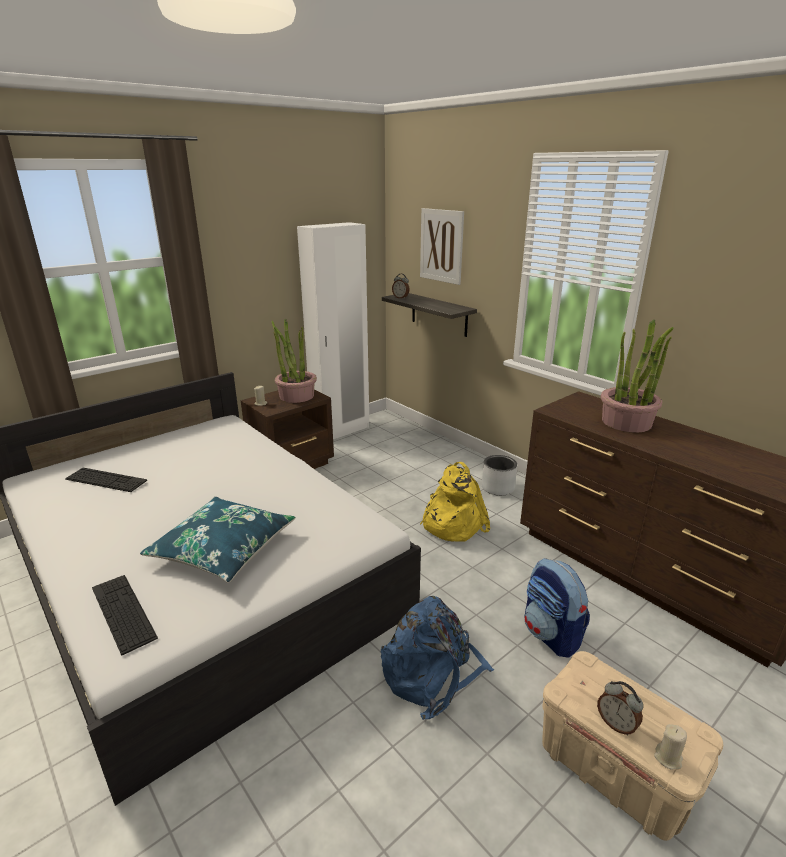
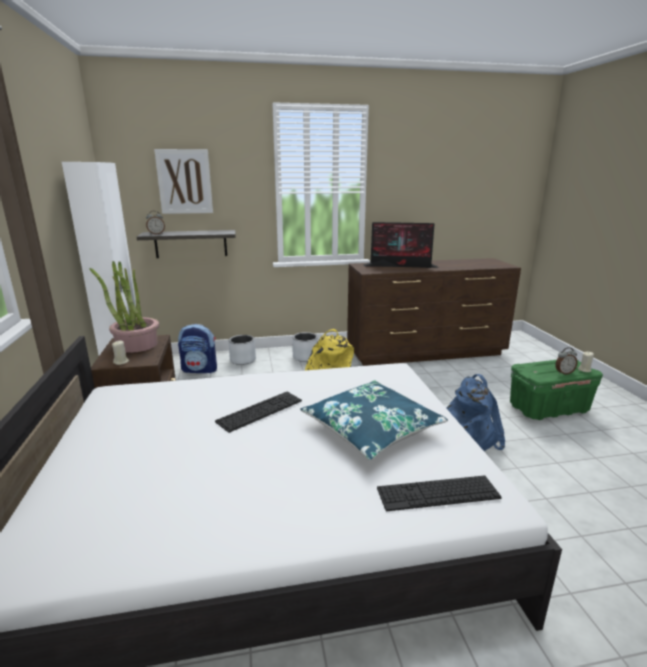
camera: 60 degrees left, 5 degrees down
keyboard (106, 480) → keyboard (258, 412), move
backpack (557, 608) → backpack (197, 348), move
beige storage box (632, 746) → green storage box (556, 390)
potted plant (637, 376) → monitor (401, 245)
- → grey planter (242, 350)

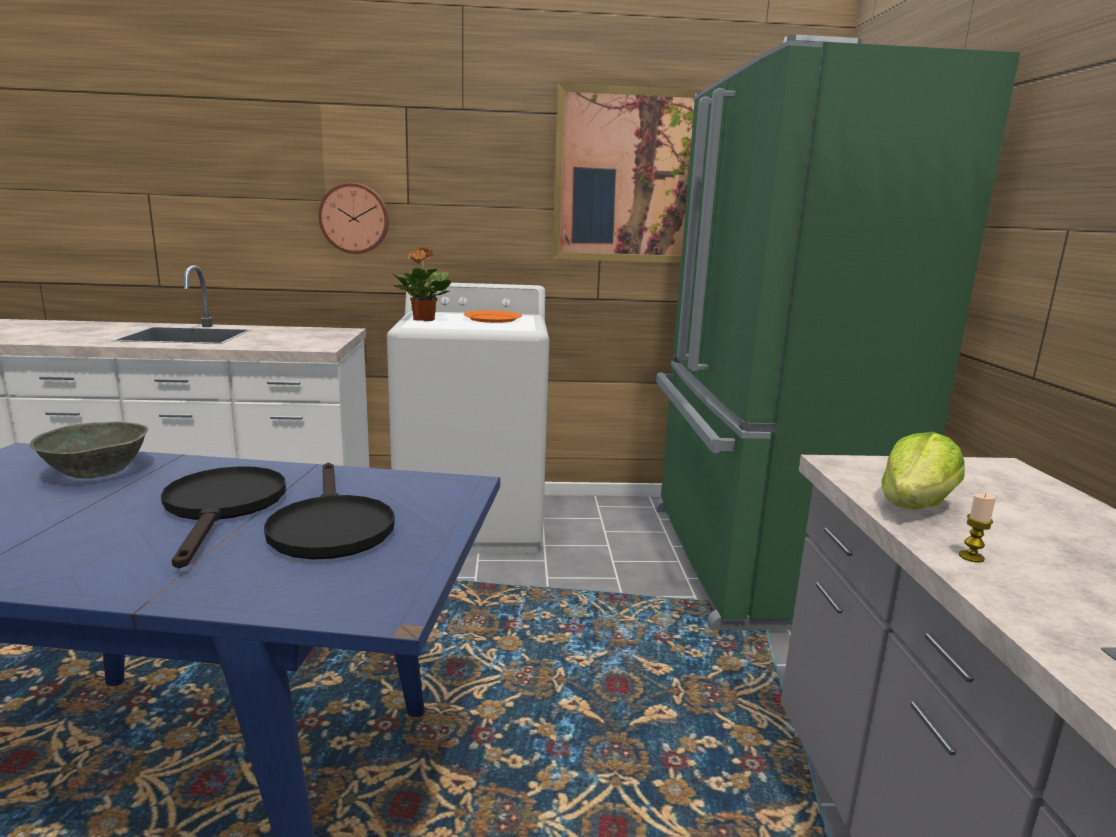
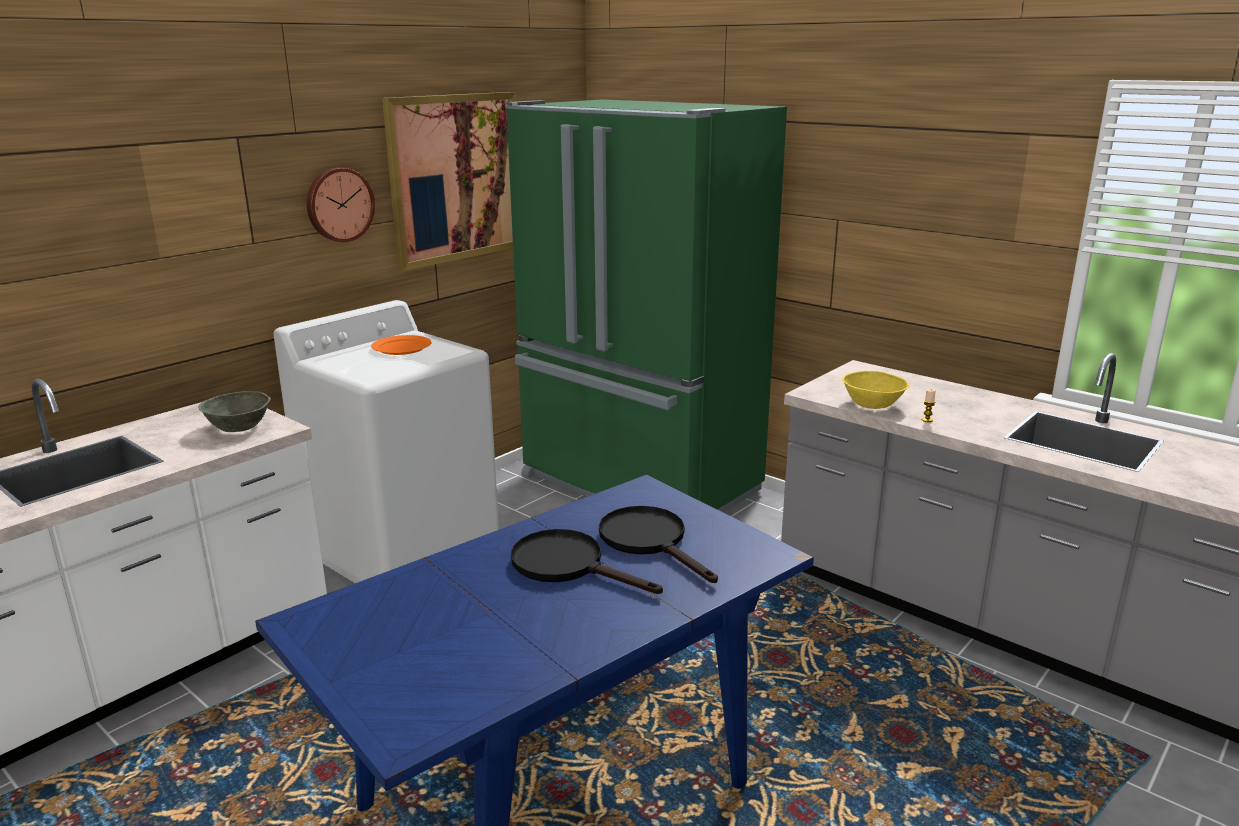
camera: 45 degrees left, 5 degrees up
grey bowl (89, 450) → grey bowl (234, 411), move
black frying pan (329, 511) → black frying pan (658, 544), 150 degrees counterclockwise
wall clock (353, 218) → wall clock (341, 204), move
potted plant (421, 284) → -
lettuce (922, 471) → yellow bowl (875, 390)

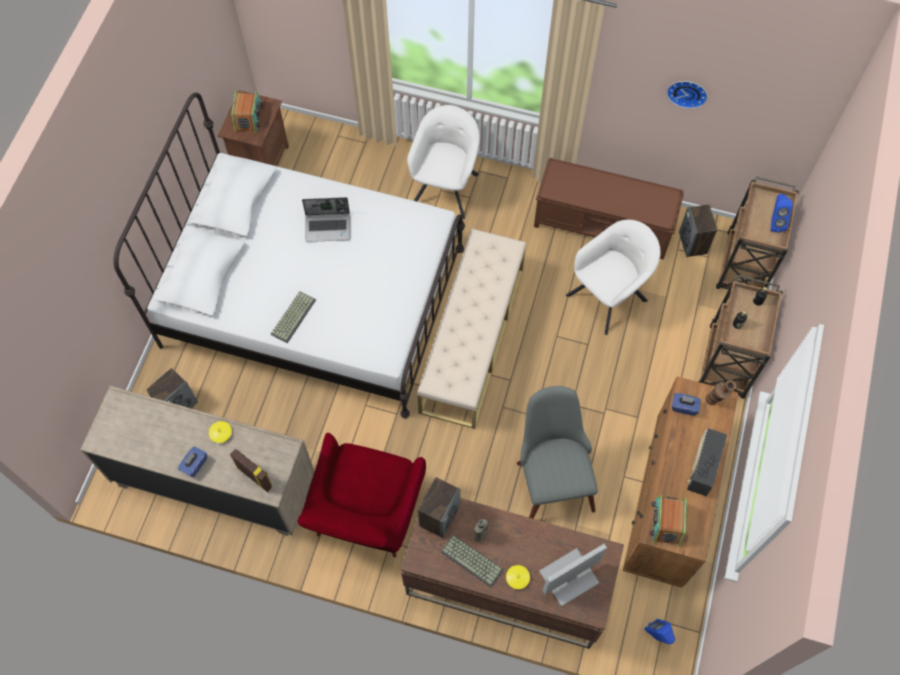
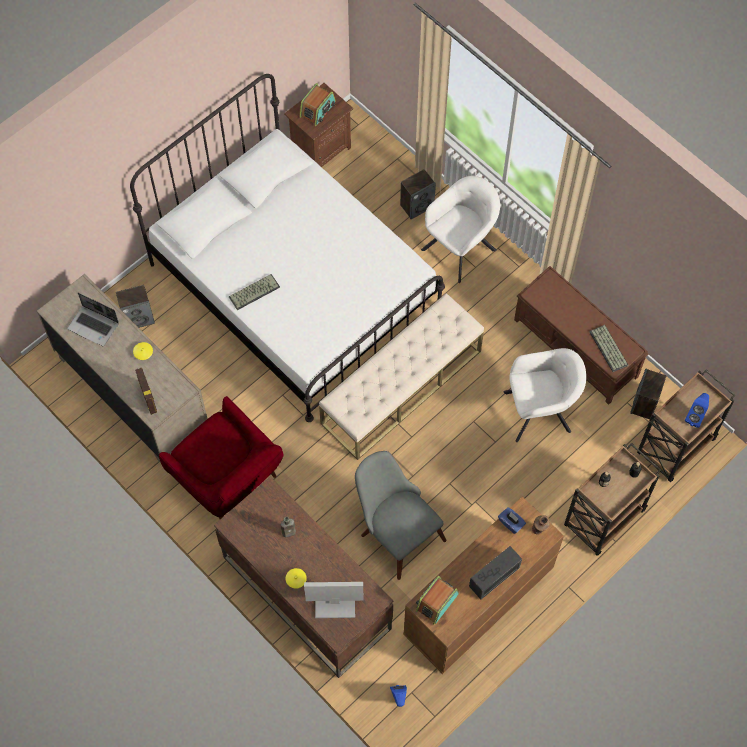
camera: 30 degrees right, 0 degrees up
blue tissue box (192, 462) → -
red armchair (362, 495) → red armchair (221, 457), 90 degrees counterclockwise
laptop (326, 219) → laptop (93, 319), move
speaker (439, 507) → speaker (418, 194), move
keyboard (472, 561) → keyboard (608, 348), move
grey chair (557, 452) → grey chair (400, 515), 60 degrees counterclockwise
wall clock (687, 94) → -

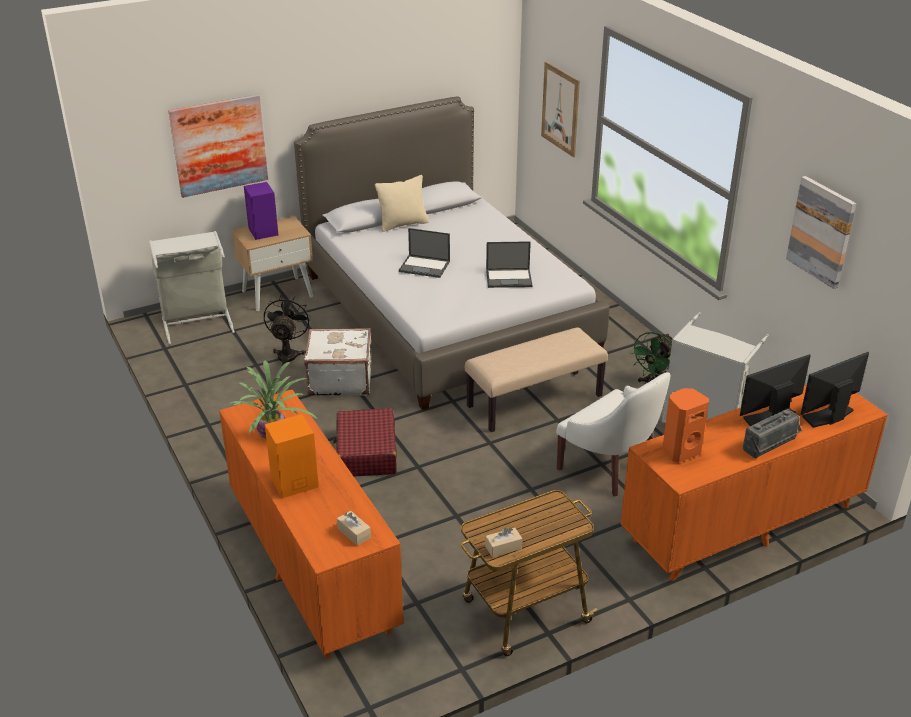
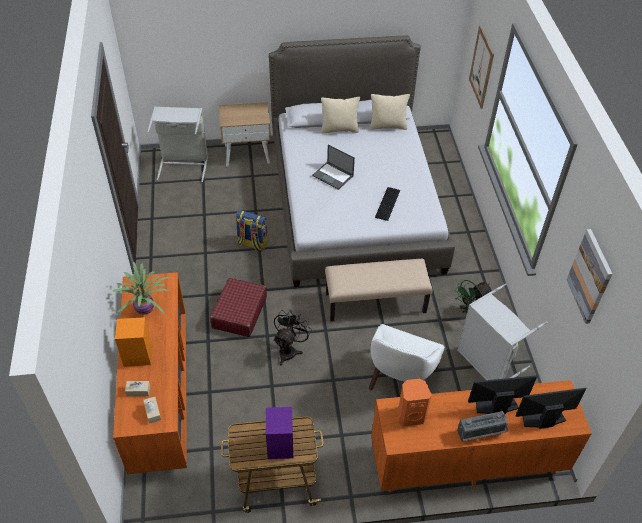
camera: 20 degrees right, 15 degrees up
picture (218, 146) → -
purple speaker (261, 211) → purple speaker (279, 433), move
black fan (287, 330) → black fan (292, 337), move
white suitcase (338, 362) → backpack (252, 230)
beige tissue box (503, 542) → beige tissue box (137, 388), move
laptop (509, 264) → keyboard (387, 204)
white armchair (613, 434) → white armchair (406, 357), 45 degrees clockwise
- → beige pillow (390, 112)

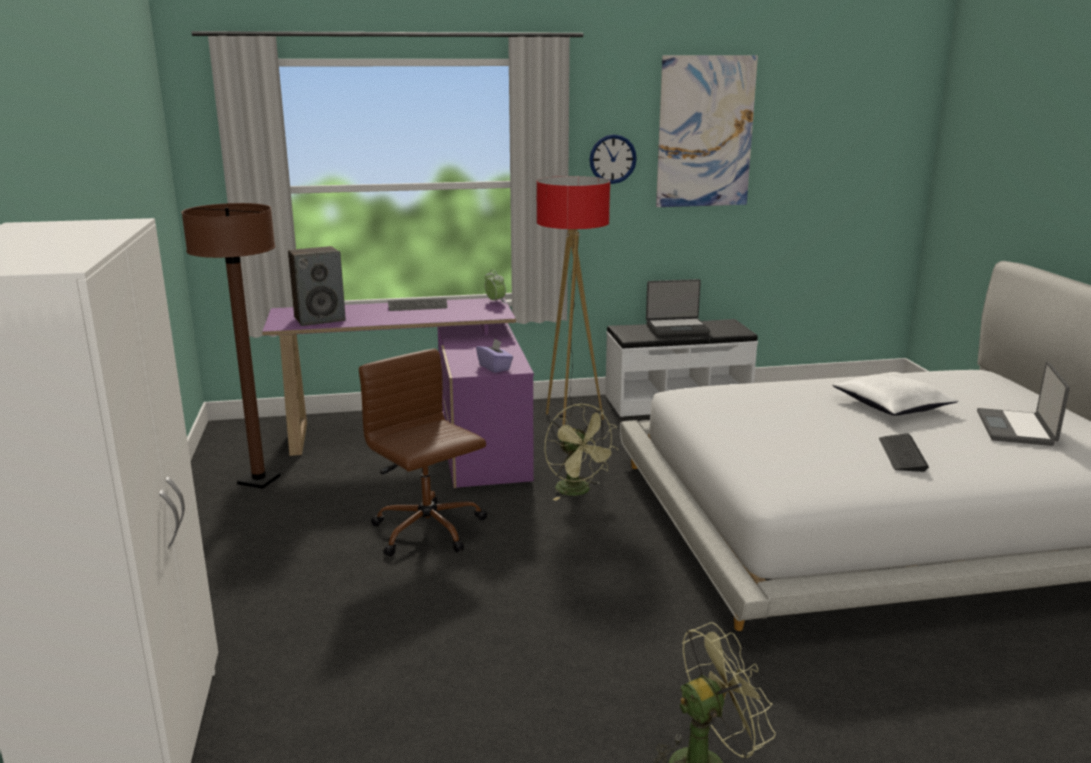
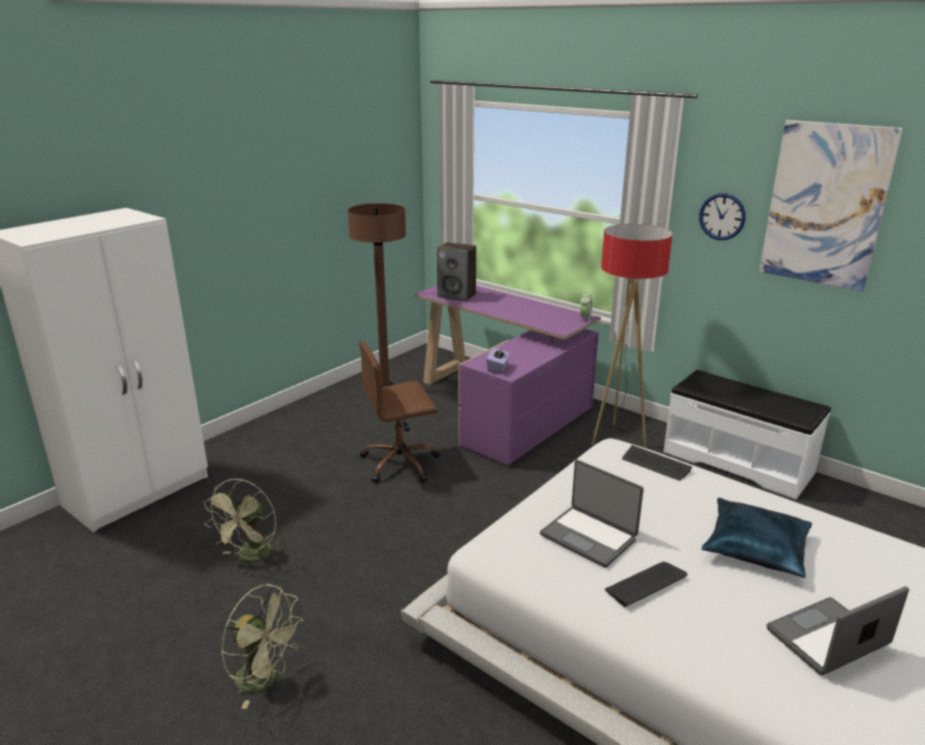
camera: 50 degrees right, 5 degrees up
brown office chair (423, 452) → brown office chair (399, 412), 120 degrees counterclockwise
keyboard (417, 304) → keyboard (657, 463), move
green fan (581, 452) → green fan (244, 520), move
laptop (678, 307) → laptop (592, 514), move
white pillow (895, 394) → blue pillow (756, 538)

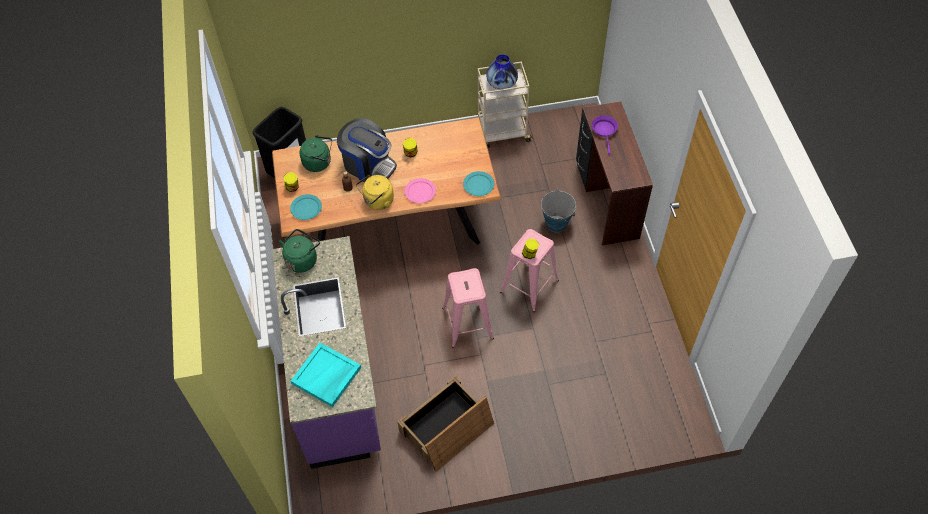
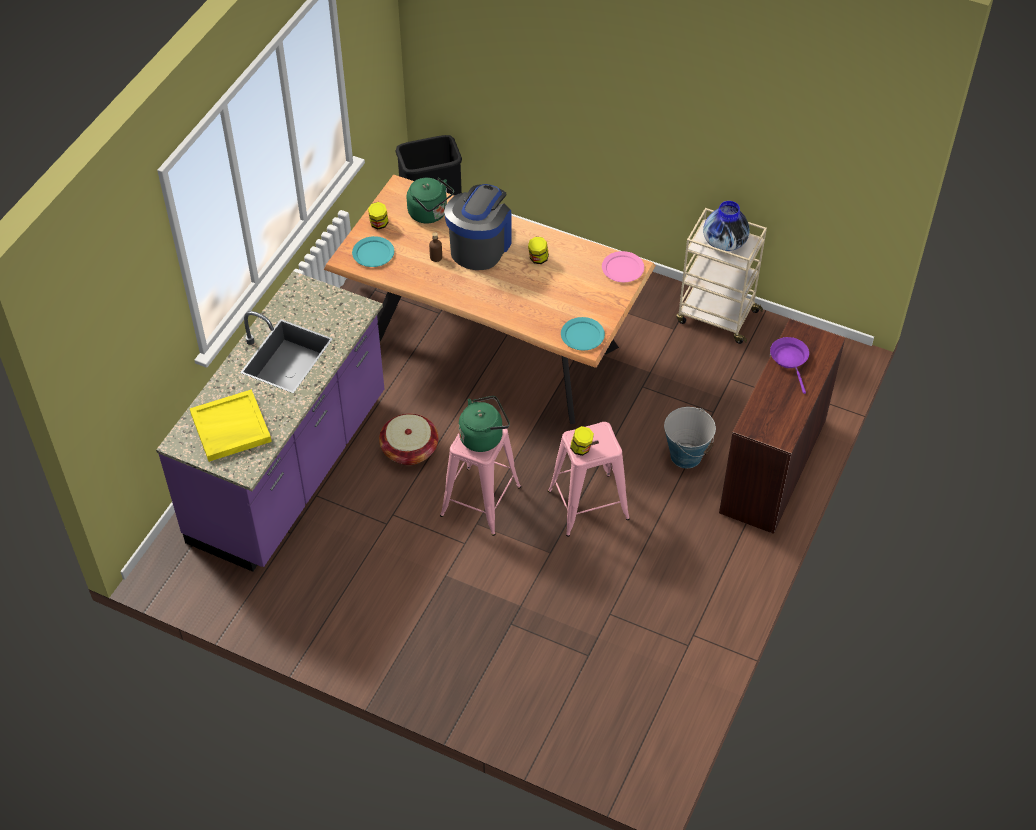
camera: 35 degrees right, 5 degrees down
green kettle (299, 251) → green kettle (484, 424), move
turquoise tray (326, 375) → yellow tray (231, 425)
coffee machine (367, 150) → coffee machine (478, 227), 135 degrees counterclockwise
yellow kettle (375, 192) → -
crate (446, 424) → -
pink plate (420, 190) → pink plate (623, 266), move
purple frying pan (605, 134) → purple frying pan (789, 365), 45 degrees counterclockwise
- → basket (408, 439)

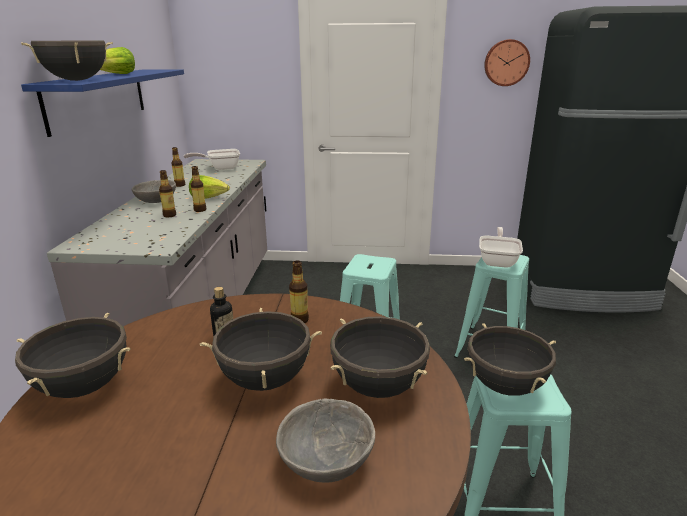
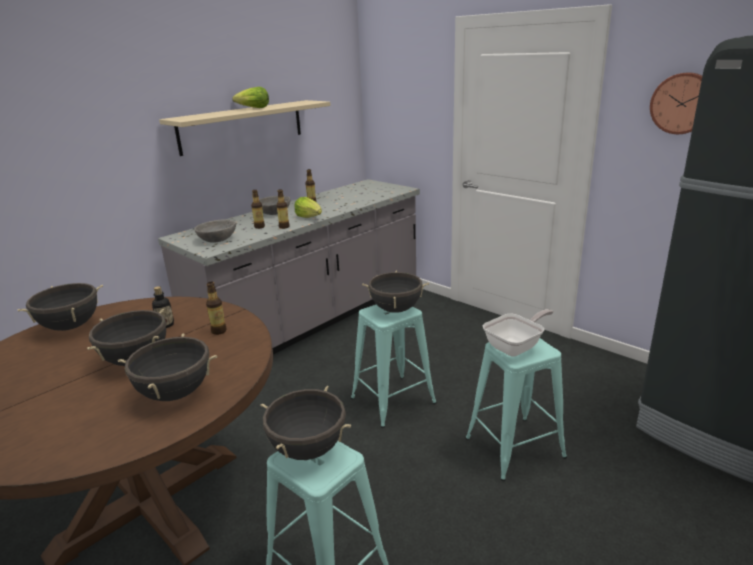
camera: 40 degrees right, 0 degrees up
black cooking pot (67, 60) → black cooking pot (395, 292), move
blue shelf (102, 103) → beige shelf (245, 128)
frying pan (212, 159) → -
grey bowl (325, 440) → grey bowl (215, 231), move

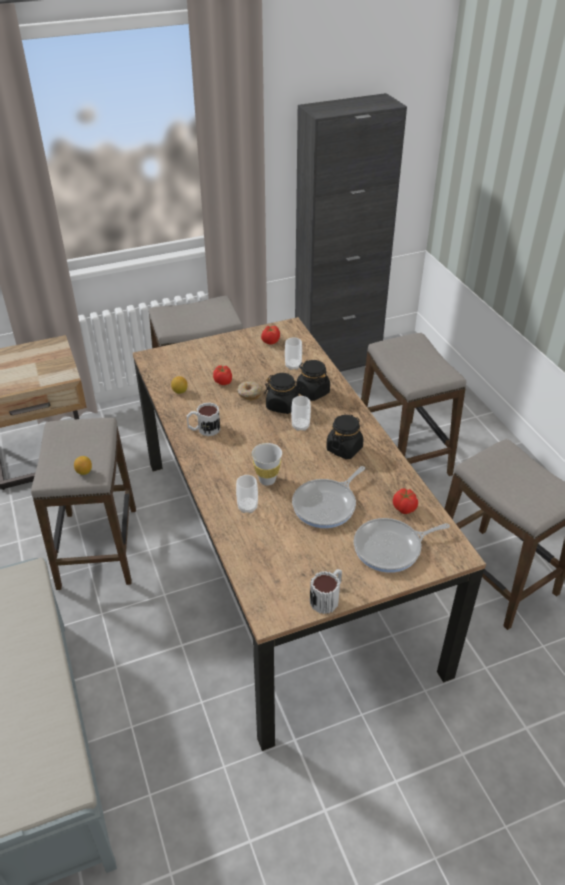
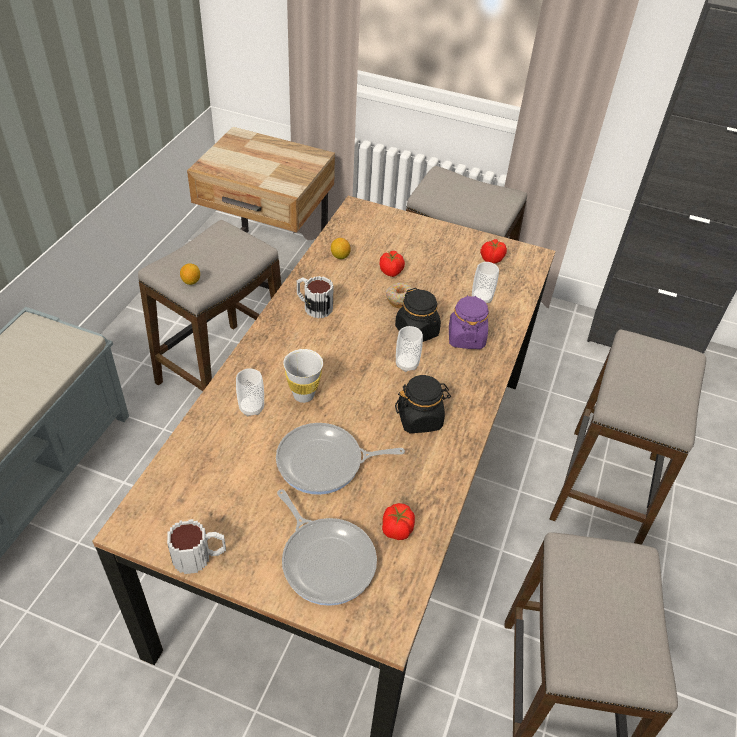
camera: 40 degrees right, 5 degrees up
black jar (313, 380) → purple jar (469, 322)
frying pan (401, 545) → frying pan (327, 547), 150 degrees counterclockwise

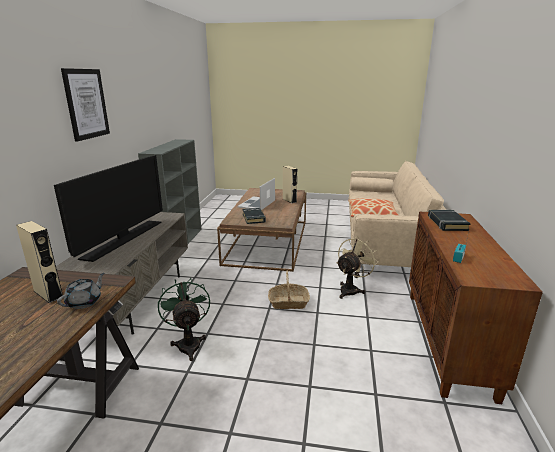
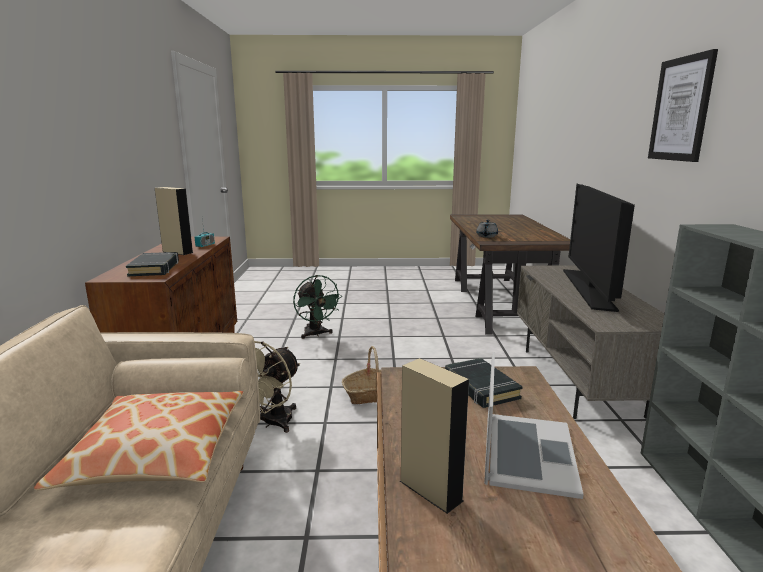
camera: 170 degrees right, 5 degrees down
beige speaker (39, 262) → beige speaker (174, 221), move
green fan (184, 319) → green fan (317, 307), move

